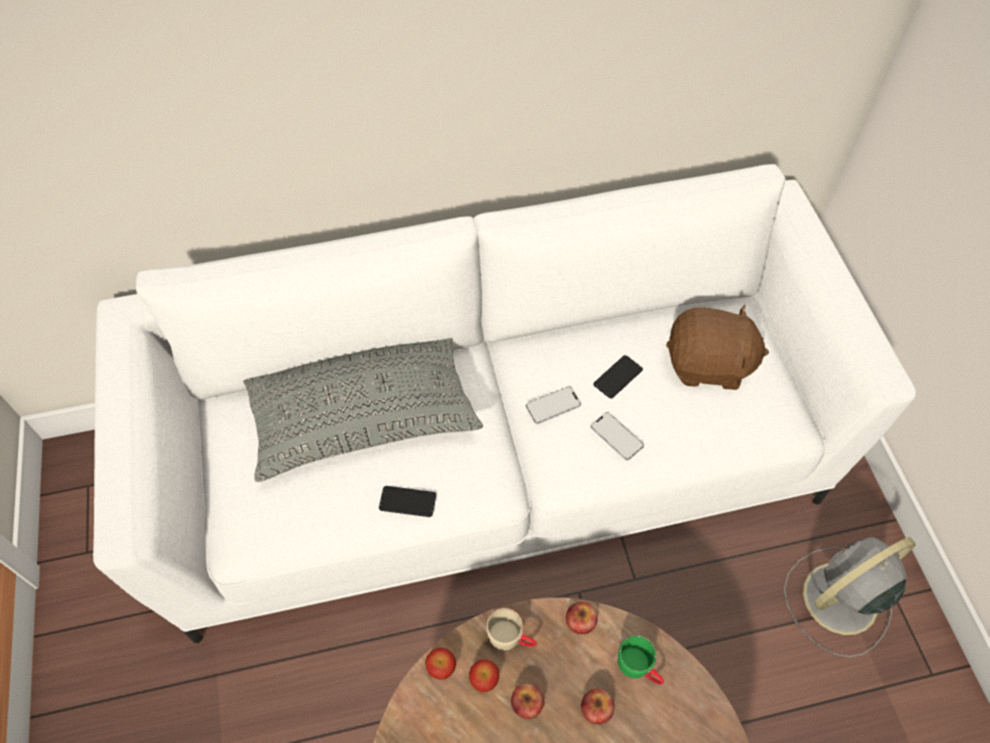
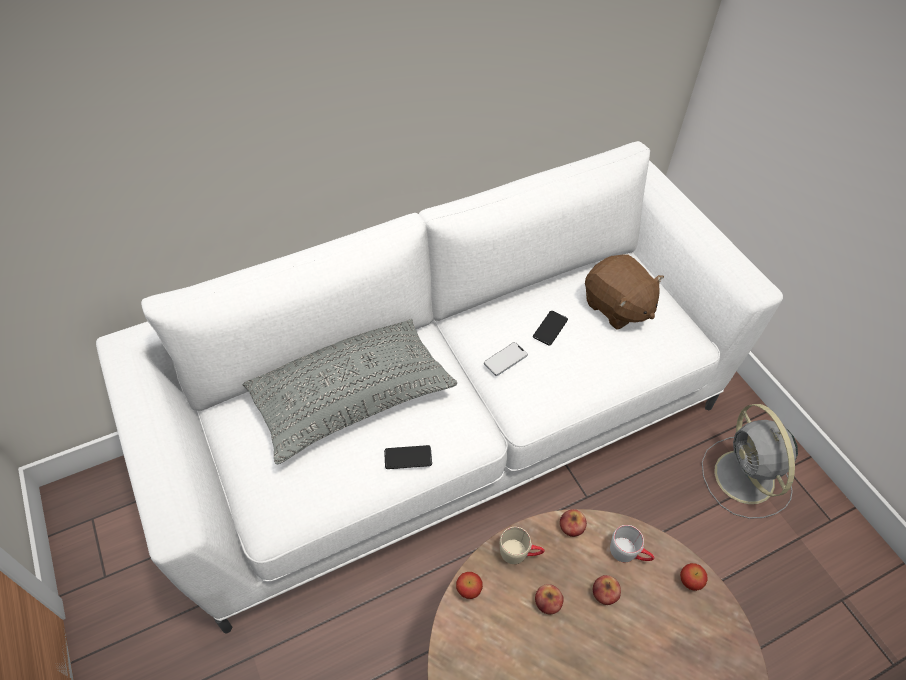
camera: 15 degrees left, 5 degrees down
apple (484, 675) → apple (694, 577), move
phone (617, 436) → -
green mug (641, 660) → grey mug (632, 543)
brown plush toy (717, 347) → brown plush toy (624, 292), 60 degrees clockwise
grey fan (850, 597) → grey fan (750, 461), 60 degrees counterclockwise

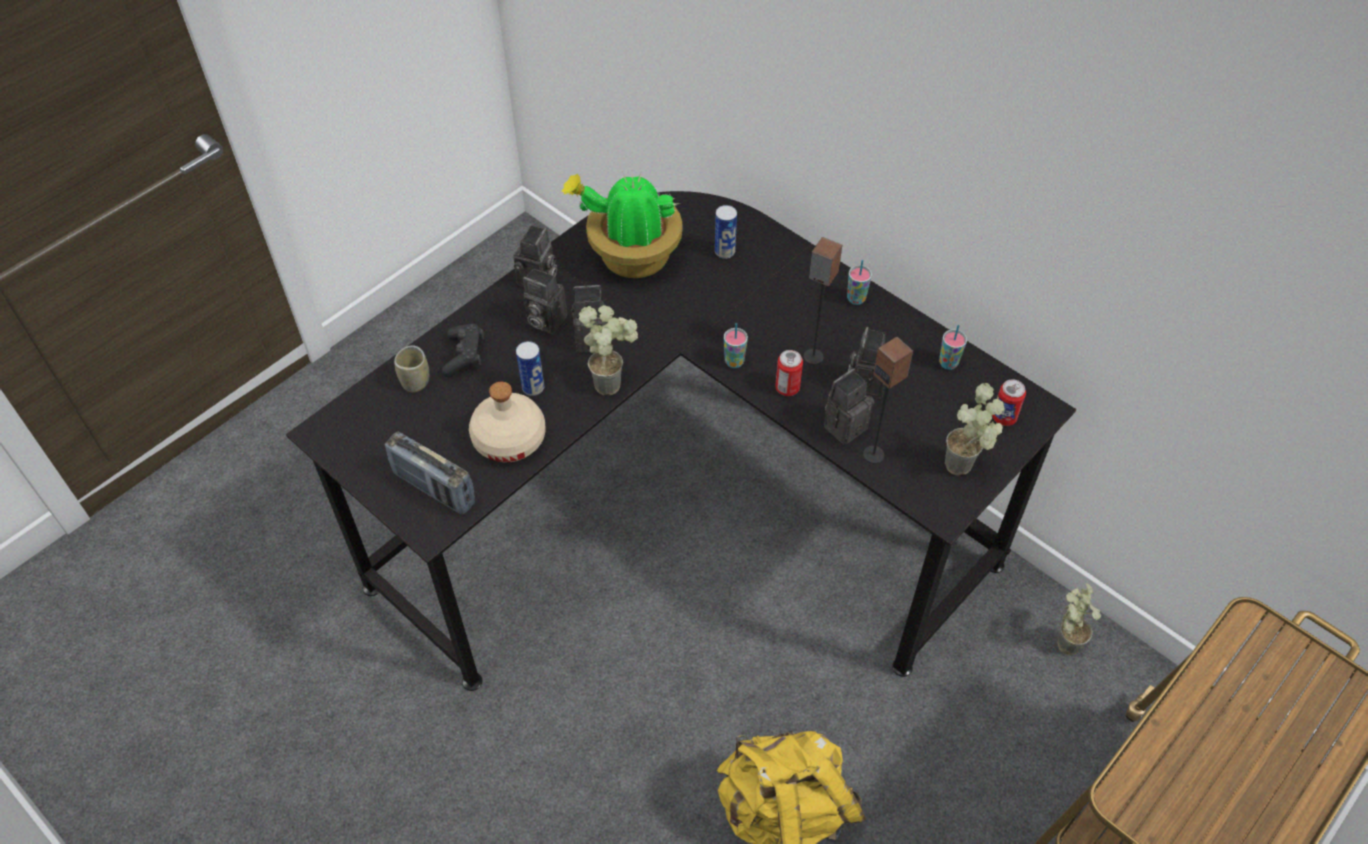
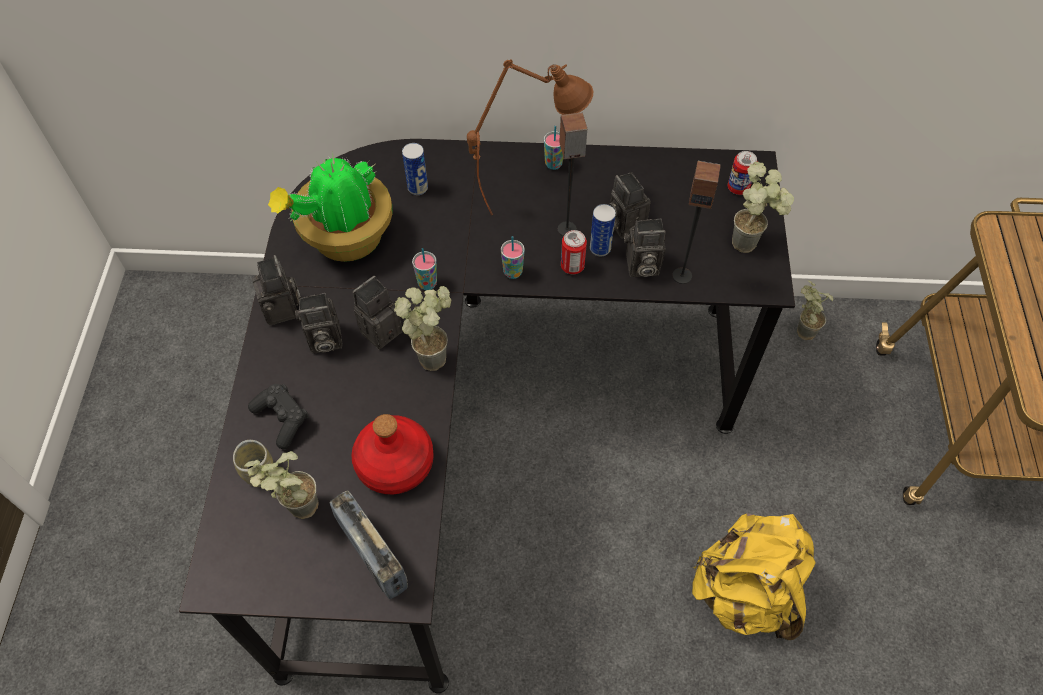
camera: 40 degrees left, 5 degrees up
radio (430, 473) → radio (369, 545), 60 degrees clockwise
beige bottle (507, 422) → red bottle (392, 454)
can (530, 368) → can (603, 230), move
photo camera (849, 407) → photo camera (645, 248), 105 degrees counterclockwise
cup (953, 347) → cup (424, 269), move
- → potted plant (281, 485)
- → brown table lamp (530, 137)

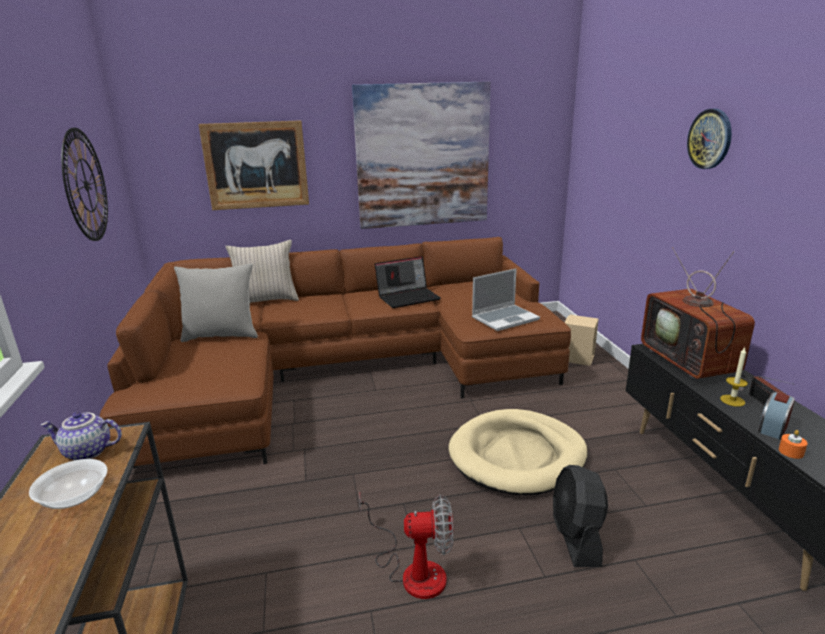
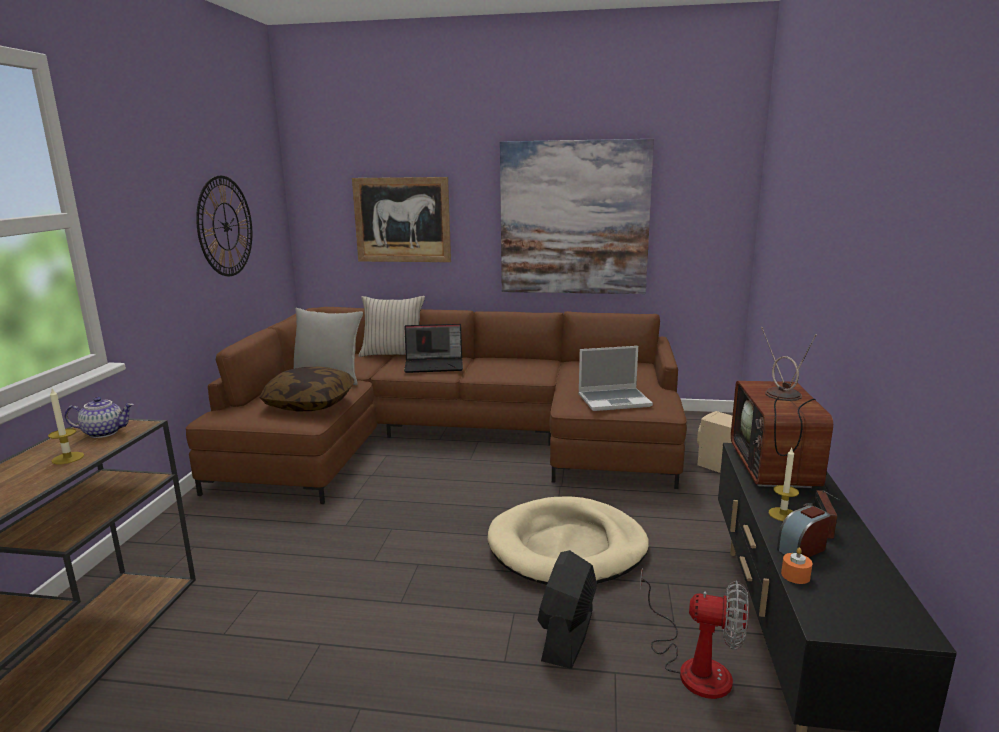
camera: 20 degrees right, 5 degrees down
bowl (68, 484) → candle (66, 426)
teapot (81, 436) → teapot (99, 417), 150 degrees clockwise
fan (406, 546) → fan (694, 633), move
laptop (408, 282) → laptop (433, 348), move
wall clock (709, 139) → -
- → pillow (306, 389)

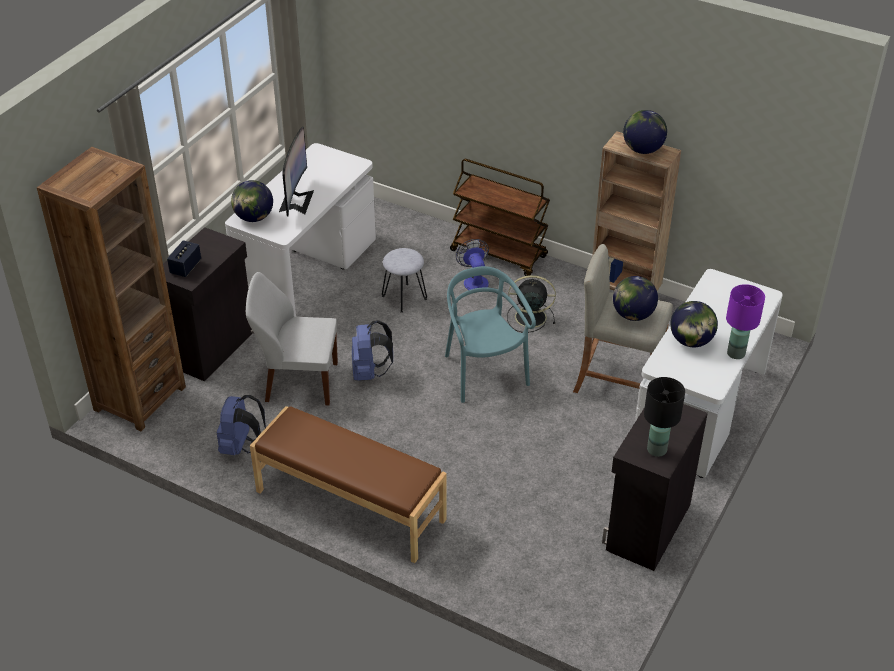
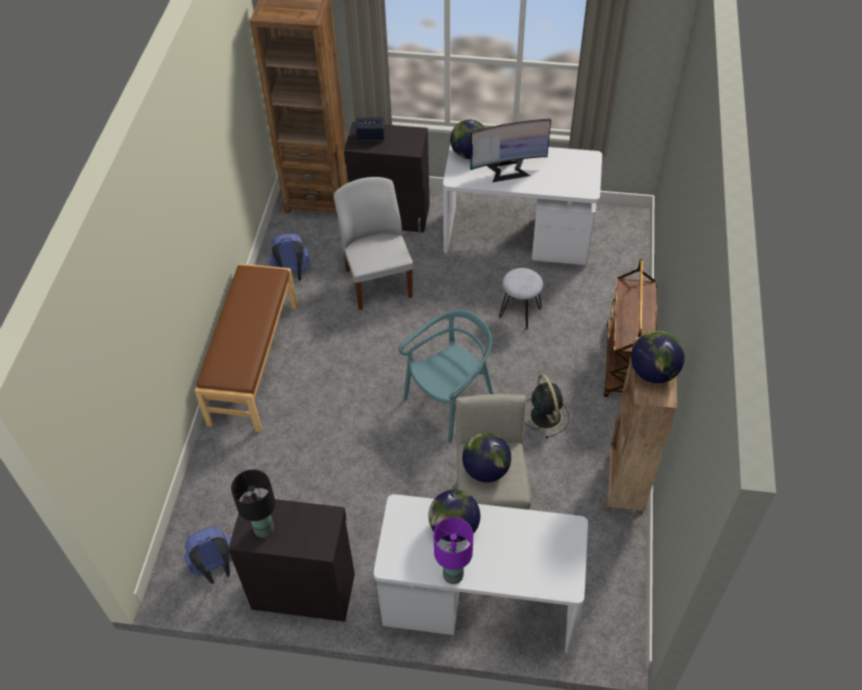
camera: 70 degrees right, 10 degrees up
blue backpack (372, 350) → blue backpack (208, 555), move
fan (472, 264) → -

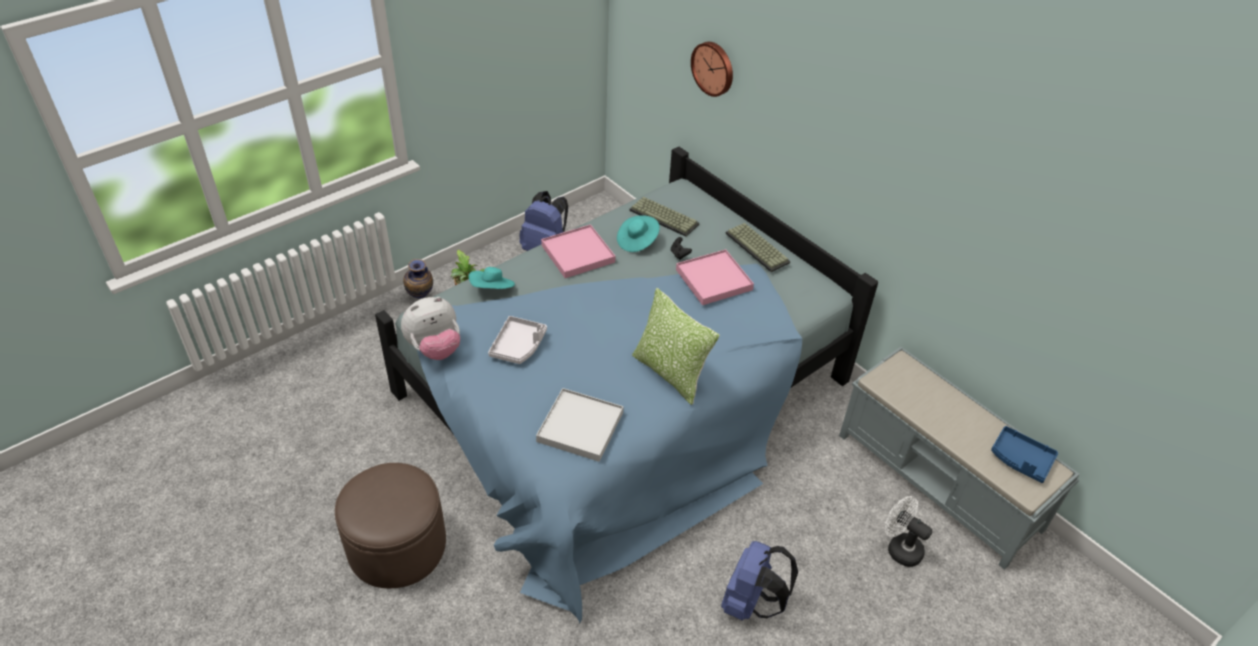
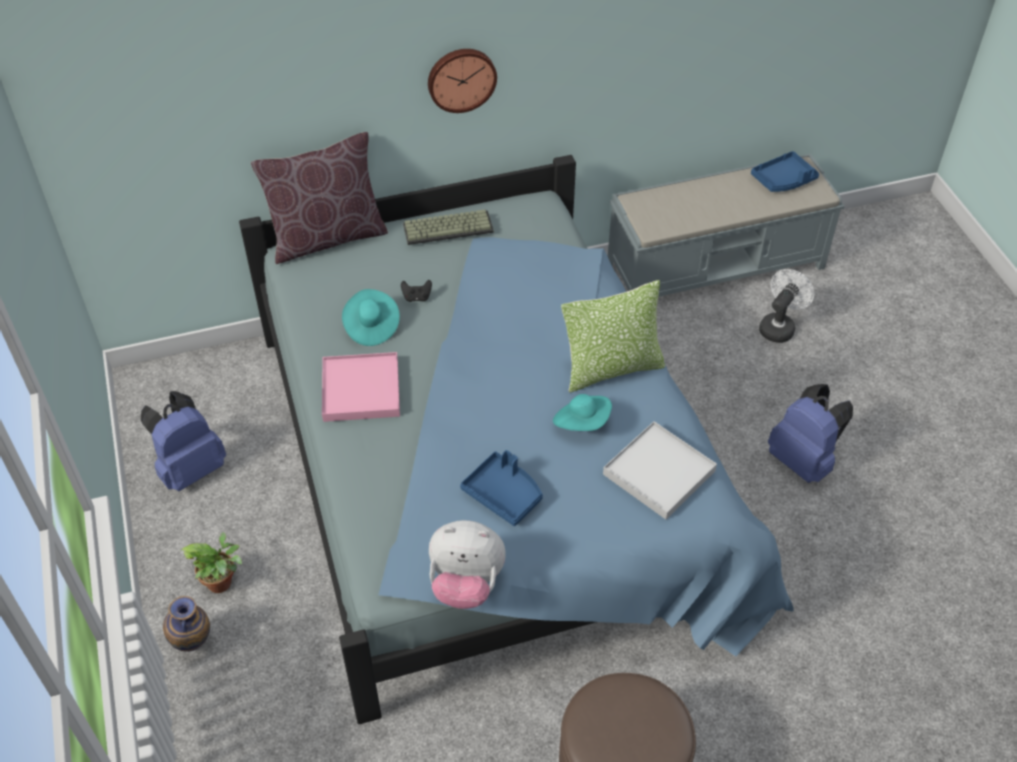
camera: 65 degrees left, 5 degrees up
plush toy (430, 328) → plush toy (467, 564), 105 degrees clockwise
turquoise hat (492, 278) → turquoise hat (582, 412), move
white tray (517, 340) → blue tray (501, 488)
keyboard (664, 217) → -
pink tray (715, 277) → -
wall clock (712, 69) → wall clock (462, 81), move
white fan (908, 531) → white fan (786, 306), 150 degrees clockwise
- → brown pillow (319, 198)

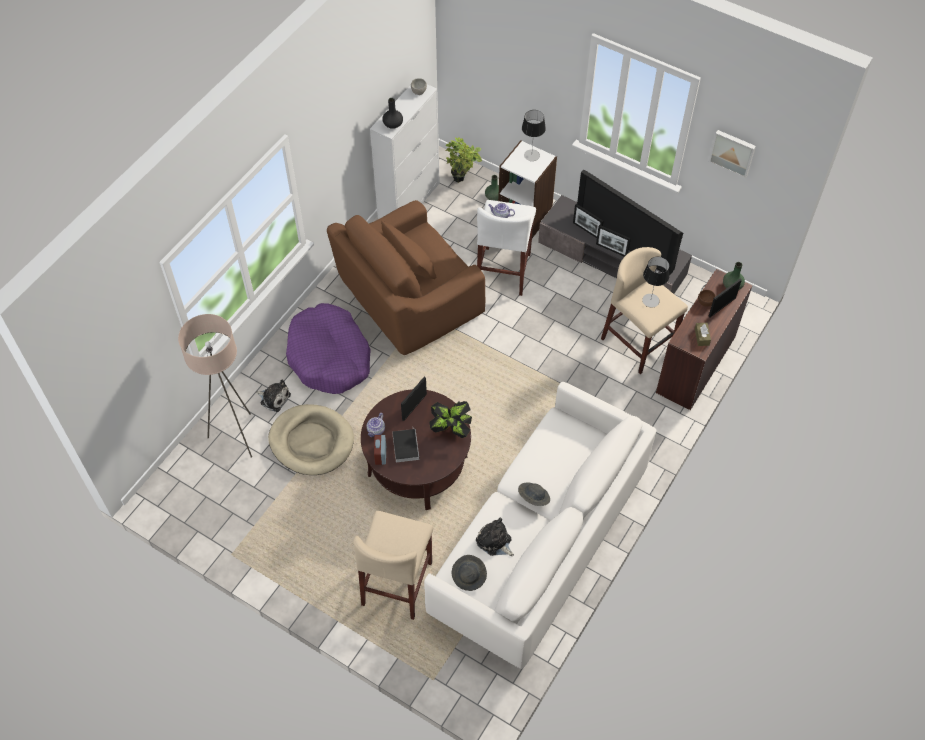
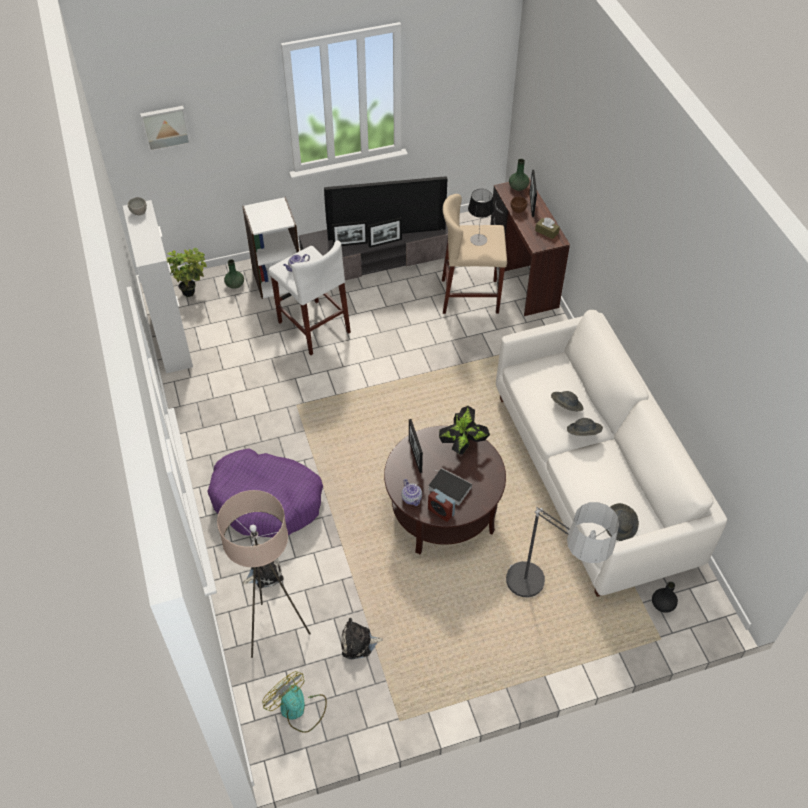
camera: 50 degrees left, 5 degrees down
beige dog bed (311, 439) → -
brown armchair (406, 277) → -
beige stool (393, 565) → floor lamp (562, 549)
black vase (392, 113) → black vase (665, 597), move
plush toy (495, 537) → plush toy (362, 638), move
table lamp (534, 135) → -
picture (732, 154) → picture (165, 129), move
- → fan (294, 702)
- → grey hat (567, 401)

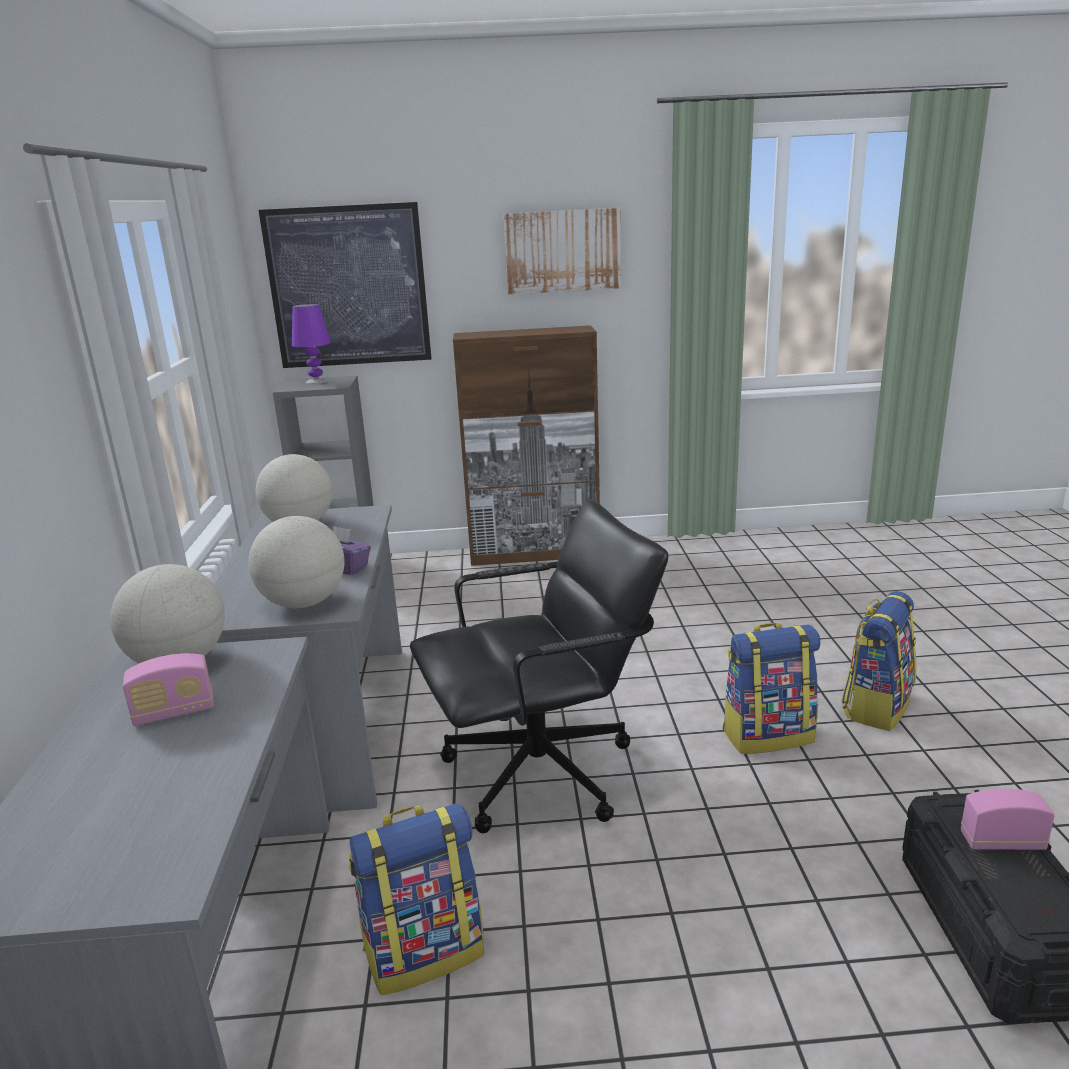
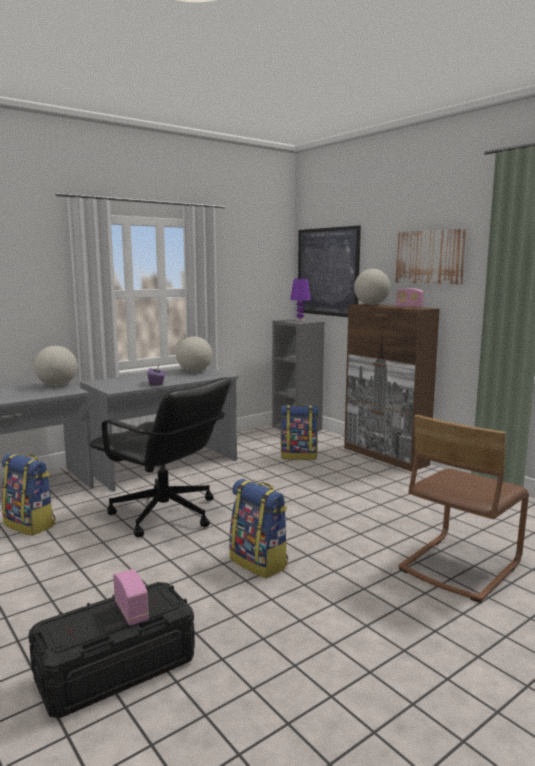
camera: 55 degrees right, 10 degrees down
radio (168, 689) → radio (410, 298), move
globe (296, 562) → globe (372, 287), move
backpack (879, 661) → backpack (299, 432), move
- → brown chair (463, 509)

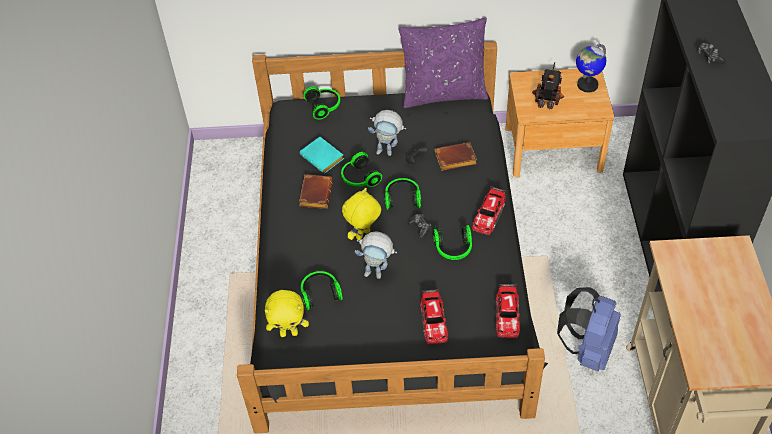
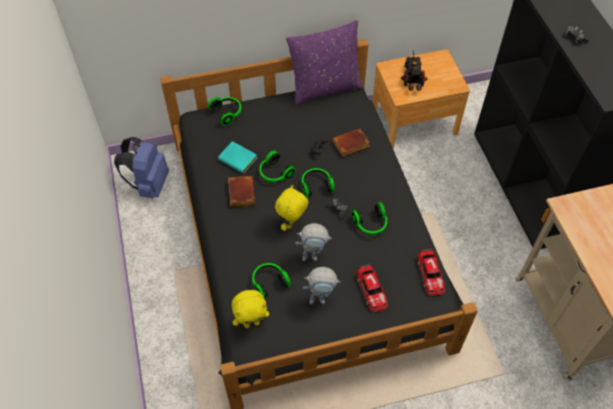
camera: 15 degrees left, 5 degrees up
toy robot (387, 133) → toy robot (322, 285), move
toy car (489, 210) → -
blue backpack (589, 329) → blue backpack (141, 167), move
globe (591, 68) → -

